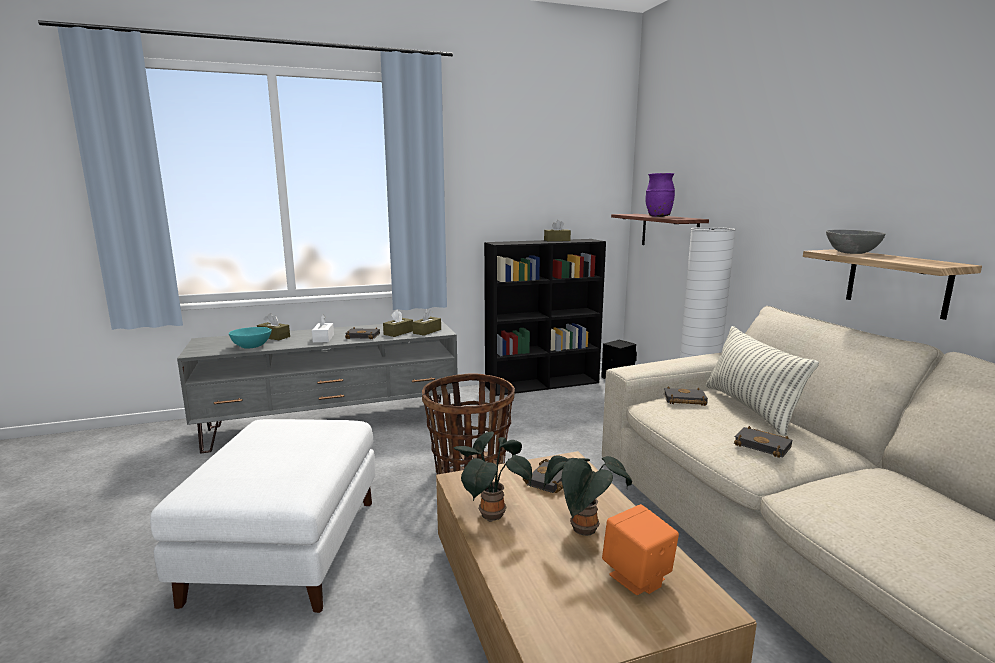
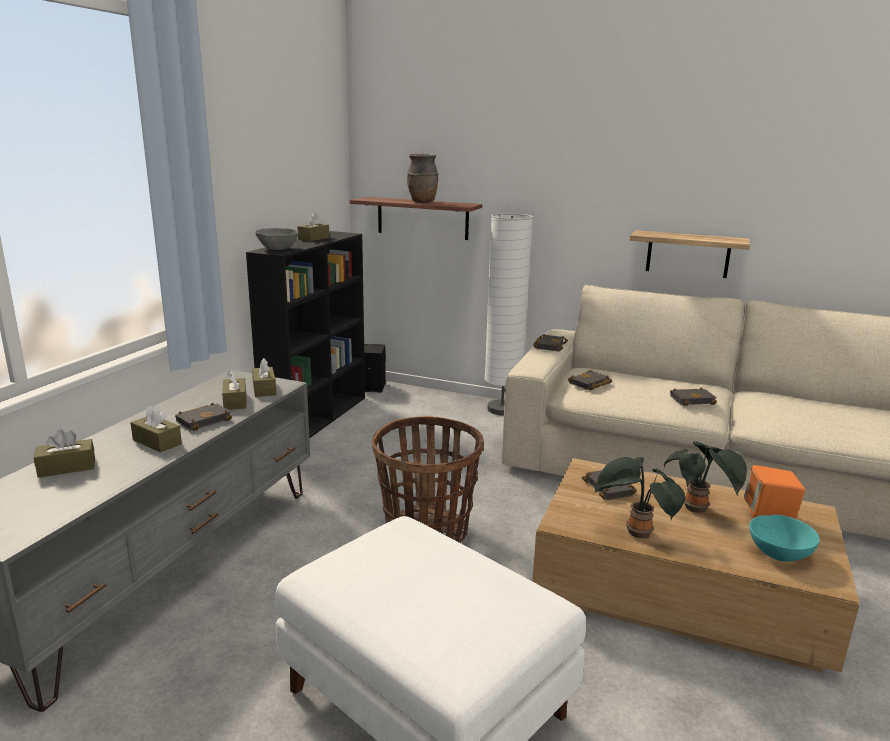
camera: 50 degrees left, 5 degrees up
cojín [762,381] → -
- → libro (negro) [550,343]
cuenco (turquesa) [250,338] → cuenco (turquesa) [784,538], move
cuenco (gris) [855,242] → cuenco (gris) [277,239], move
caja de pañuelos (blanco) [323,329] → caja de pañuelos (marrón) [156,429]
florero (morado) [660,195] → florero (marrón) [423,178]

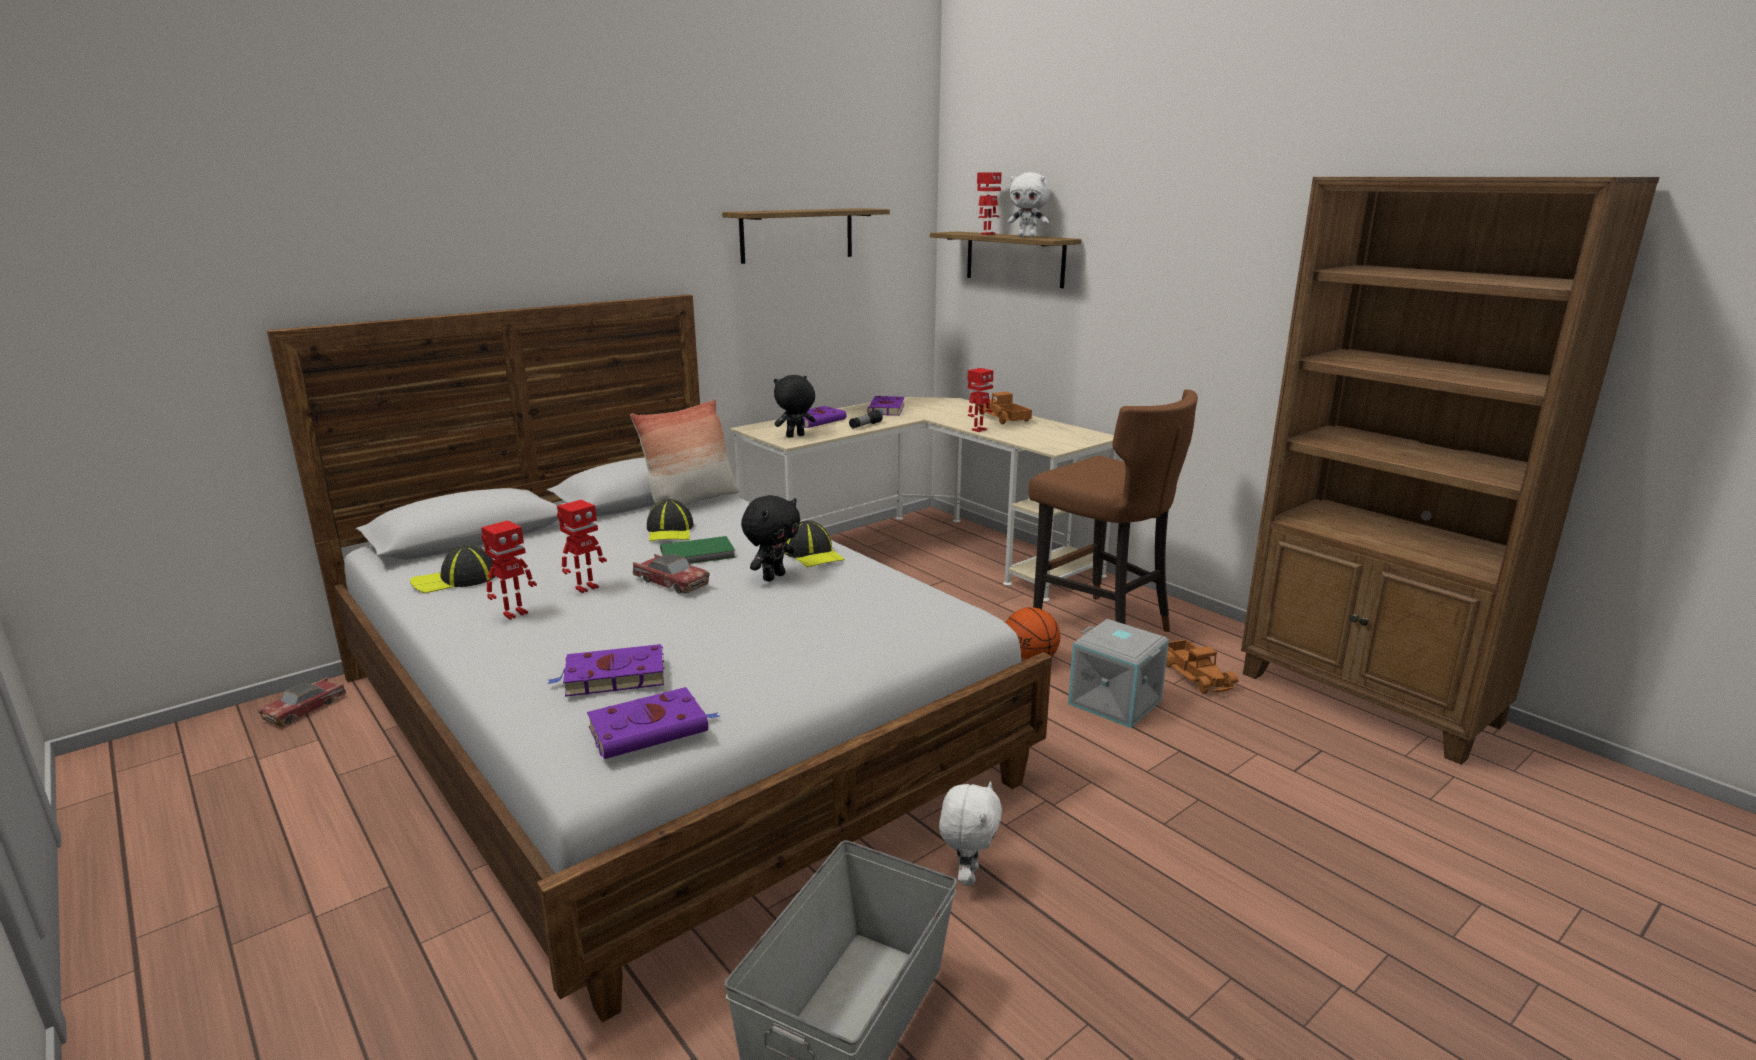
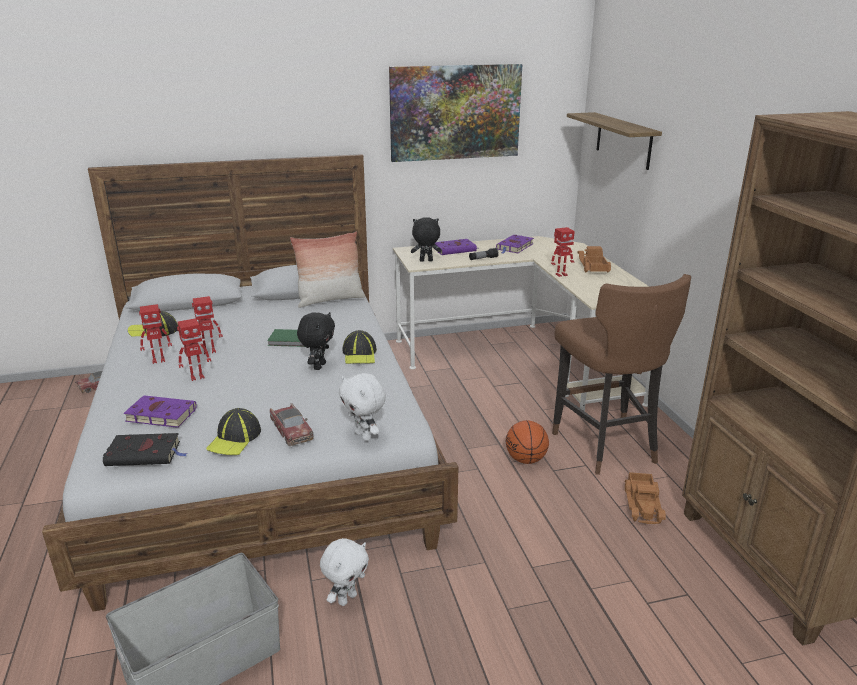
camera: 25 degrees right, 5 degrees up
caja de almacenaje (gris) [1118,673] → -
coche de juguete [671,574] → coche de juguete [291,424], move
gorra [670,520] → gorra [233,431], move
robot de juguete [989,203] → robot de juguete [194,349], move
peluche (blanco) [1028,204] → peluche (blanco) [362,407], move
estante [806,236] → cuadro [455,113]
libro (morado) [653,723] → libro (negro) [145,449]
peluche (negro) [770,538] → peluche (negro) [316,341], 45 degrees counterclockwise

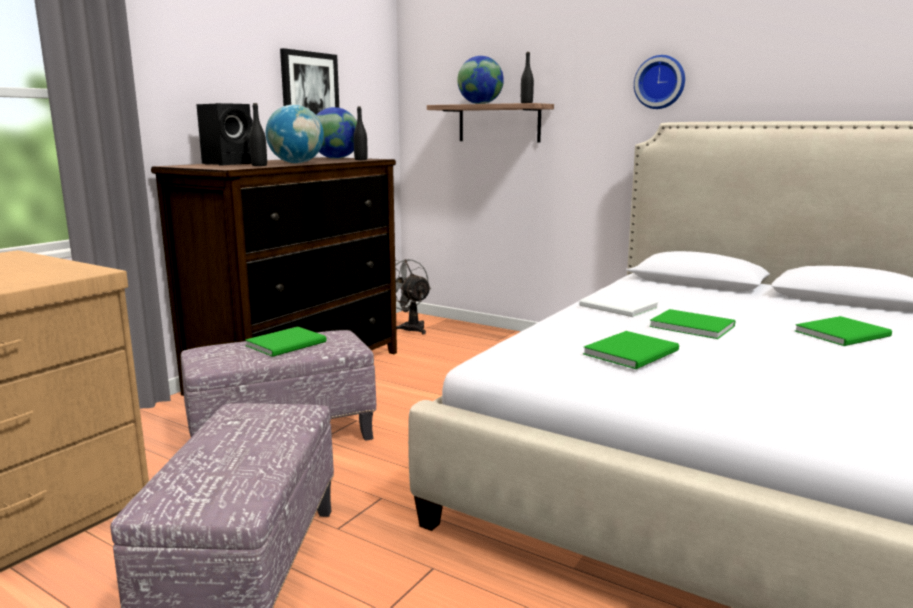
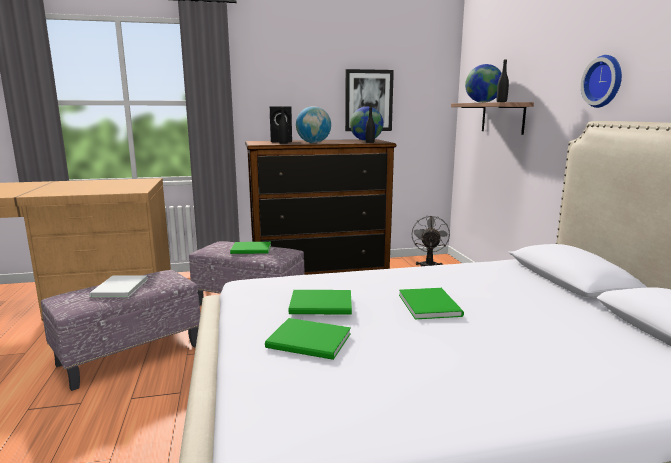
camera: 45 degrees right, 0 degrees up
libro (blanco) [619,304] → libro (blanco) [118,286], move
libro (verde) [843,331] → libro (verde) [308,339], move

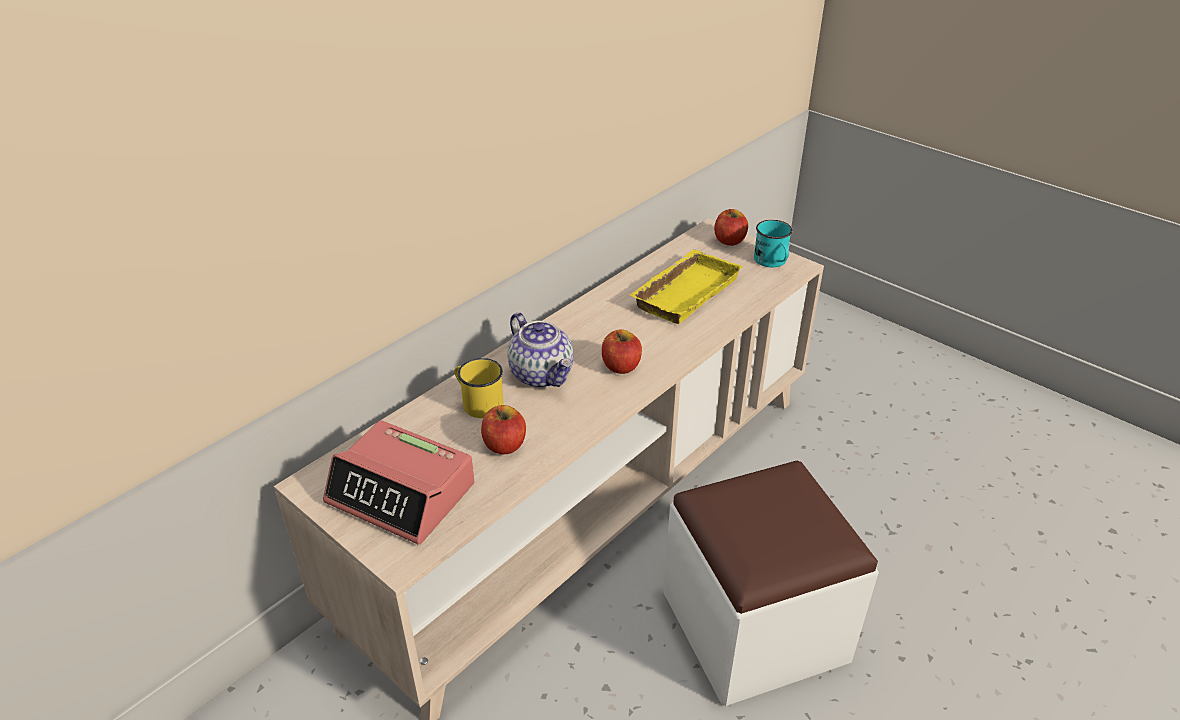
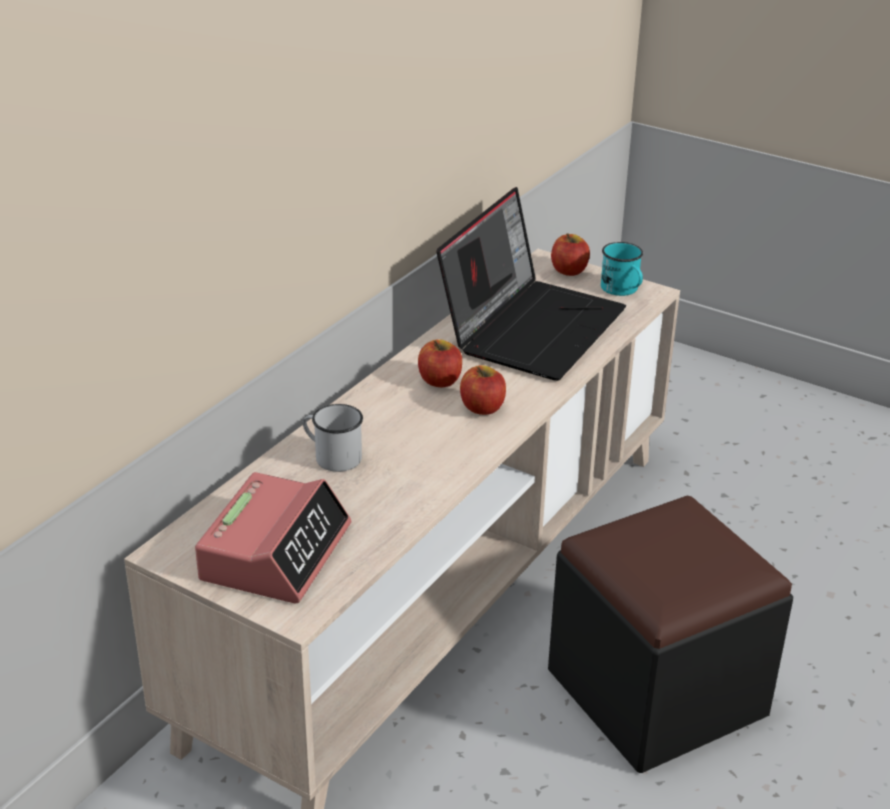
camera: 10 degrees left, 5 degrees down
tetera [540,350] → -
manzana [503,429] → manzana [440,363], move
bandeja (amarillo) [686,287] → portátil [531,284]
taza grande (amarillo) [479,388] → taza grande (blanco) [333,438]
puf (blanco) [771,583] → puf (negro) [670,634]
despertador [399,482] → despertador [273,537], 90 degrees counterclockwise

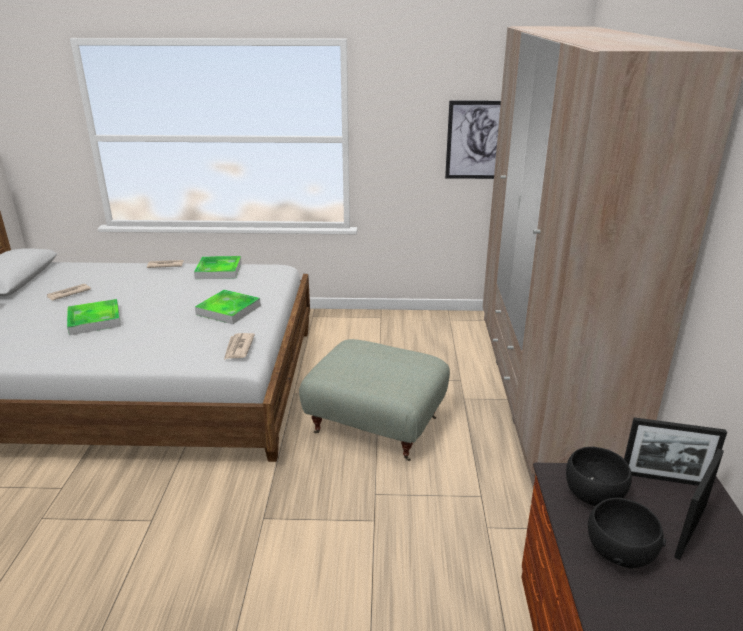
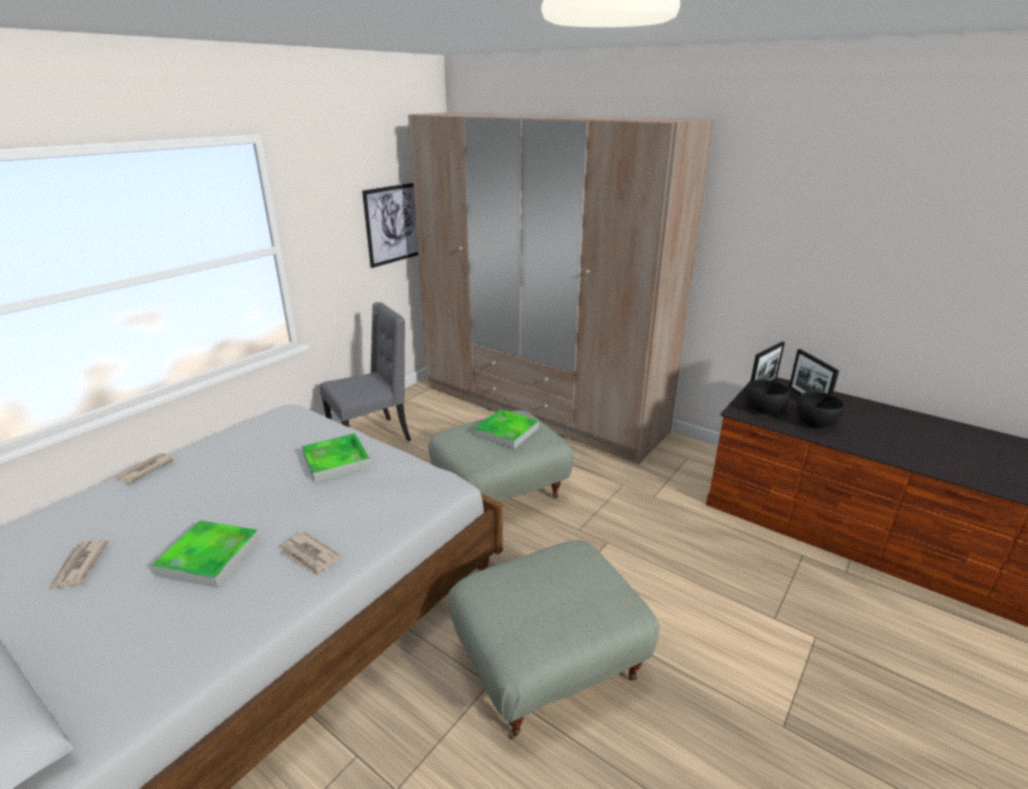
camera: 55 degrees left, 0 degrees up
- → silla (gris) [365,371]
- → puf (gris) [553,640]
bandeja [218,267] → bandeja [507,429], move
periódico [239,346] → periódico [309,554], move

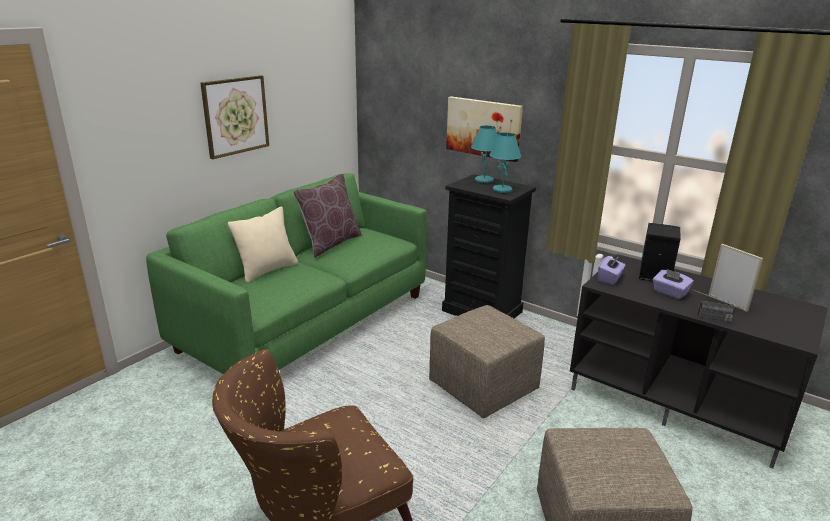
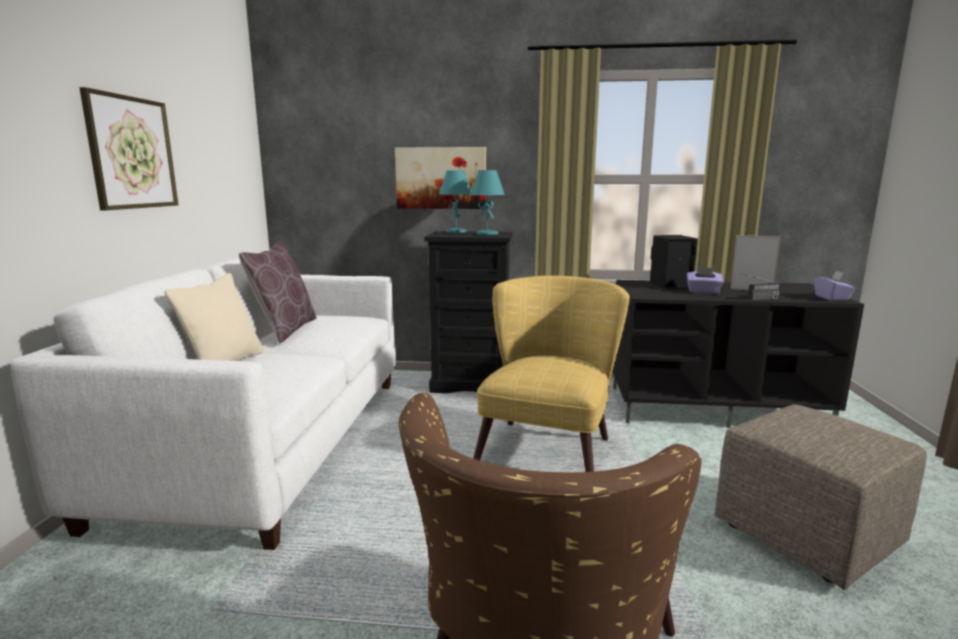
camera: 30 degrees left, 10 degrees down
caja de pañuelos (morado) [611,270] → caja de pañuelos (morado) [834,286], move
puf (beis) [487,361] → sillón (amarillo) [551,374]
sofá (verde) [286,273] → sofá (blanco) [203,400]

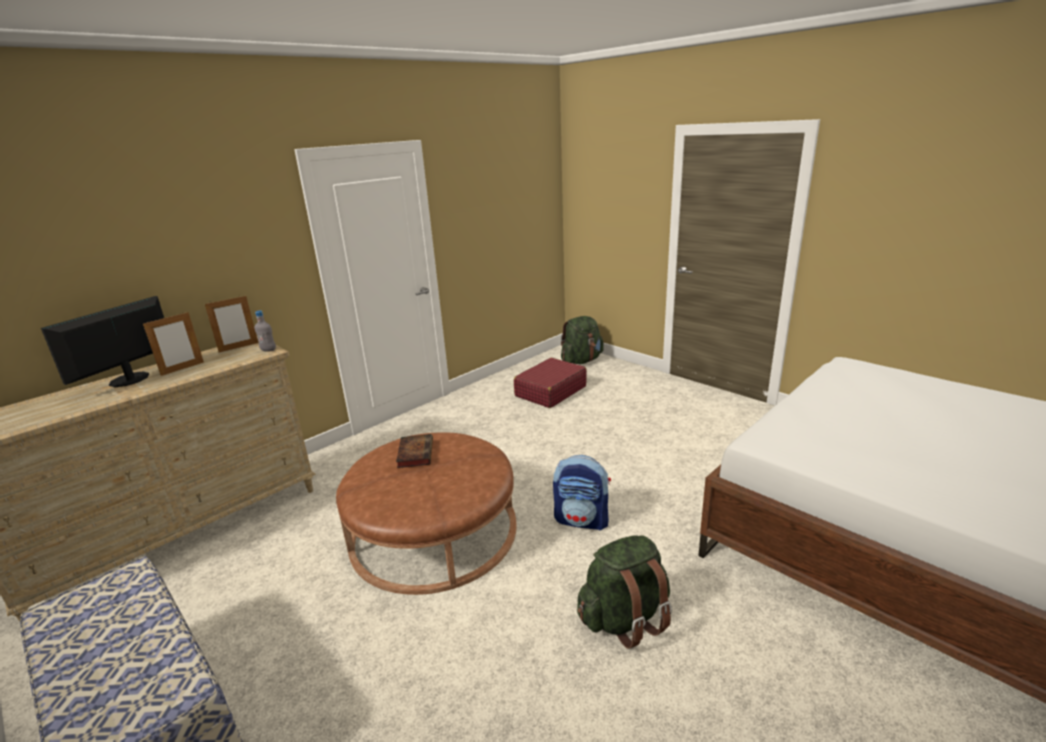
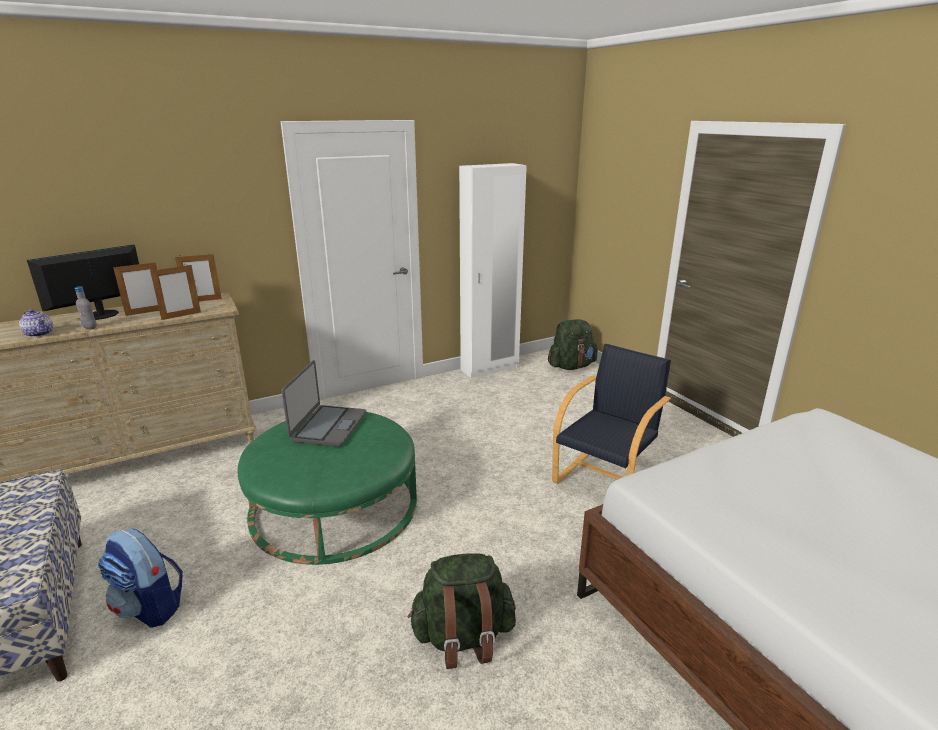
camera: 15 degrees right, 0 degrees up
maleta (rojo) [550,383] → -
- → tetera [36,323]
- → portarretratos [175,292]
- → armario ropero (blanco) [493,270]
- → sillón (negro) [611,414]
botella (gris) [265,331] → botella (gris) [86,307], move
mochila [582,493] → mochila [140,578], move
libro [414,451] → portátil [323,403]
puf (marrón) [426,514] → puf (verde) [327,488]

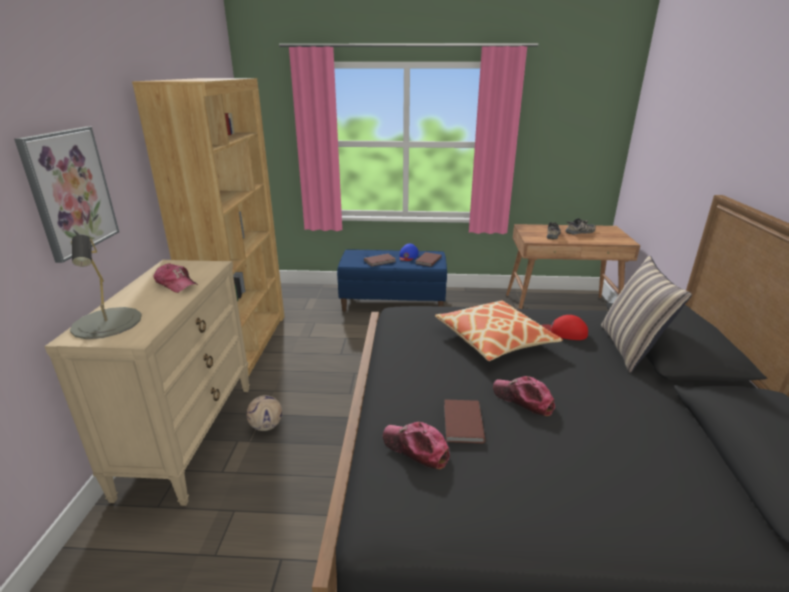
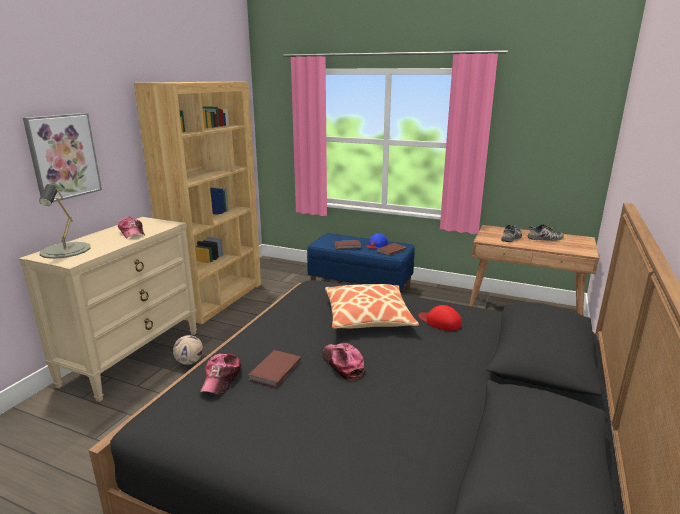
camera: 20 degrees right, 5 degrees down
cojín [646,314] → -
gorra [416,445] → gorra [220,374], 135 degrees counterclockwise

